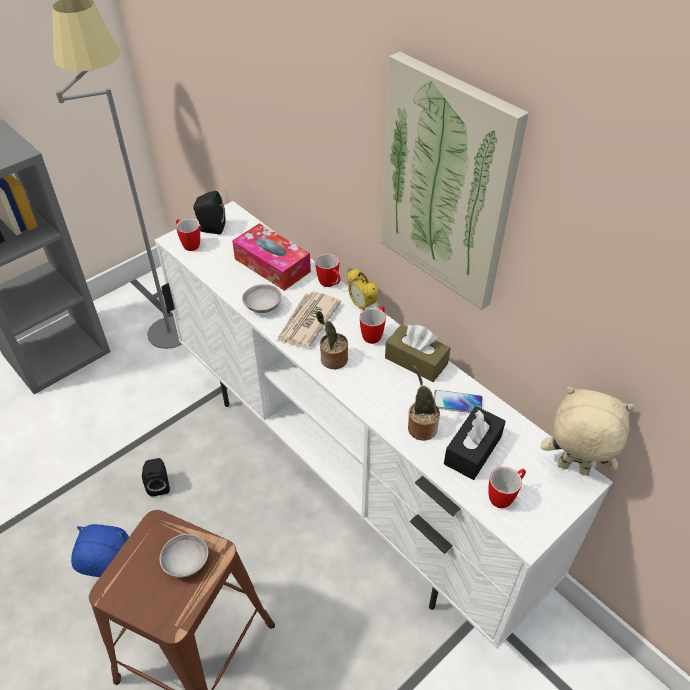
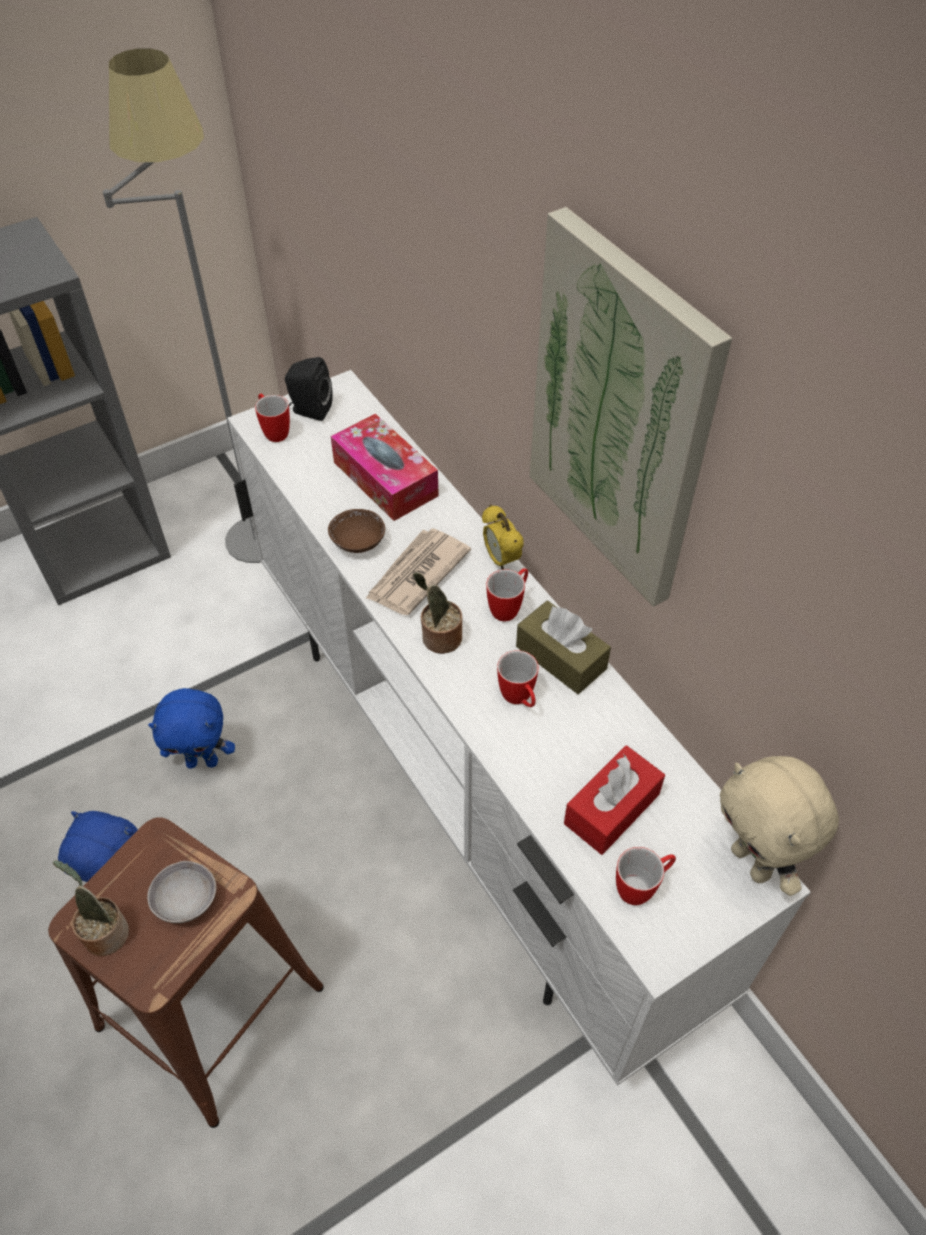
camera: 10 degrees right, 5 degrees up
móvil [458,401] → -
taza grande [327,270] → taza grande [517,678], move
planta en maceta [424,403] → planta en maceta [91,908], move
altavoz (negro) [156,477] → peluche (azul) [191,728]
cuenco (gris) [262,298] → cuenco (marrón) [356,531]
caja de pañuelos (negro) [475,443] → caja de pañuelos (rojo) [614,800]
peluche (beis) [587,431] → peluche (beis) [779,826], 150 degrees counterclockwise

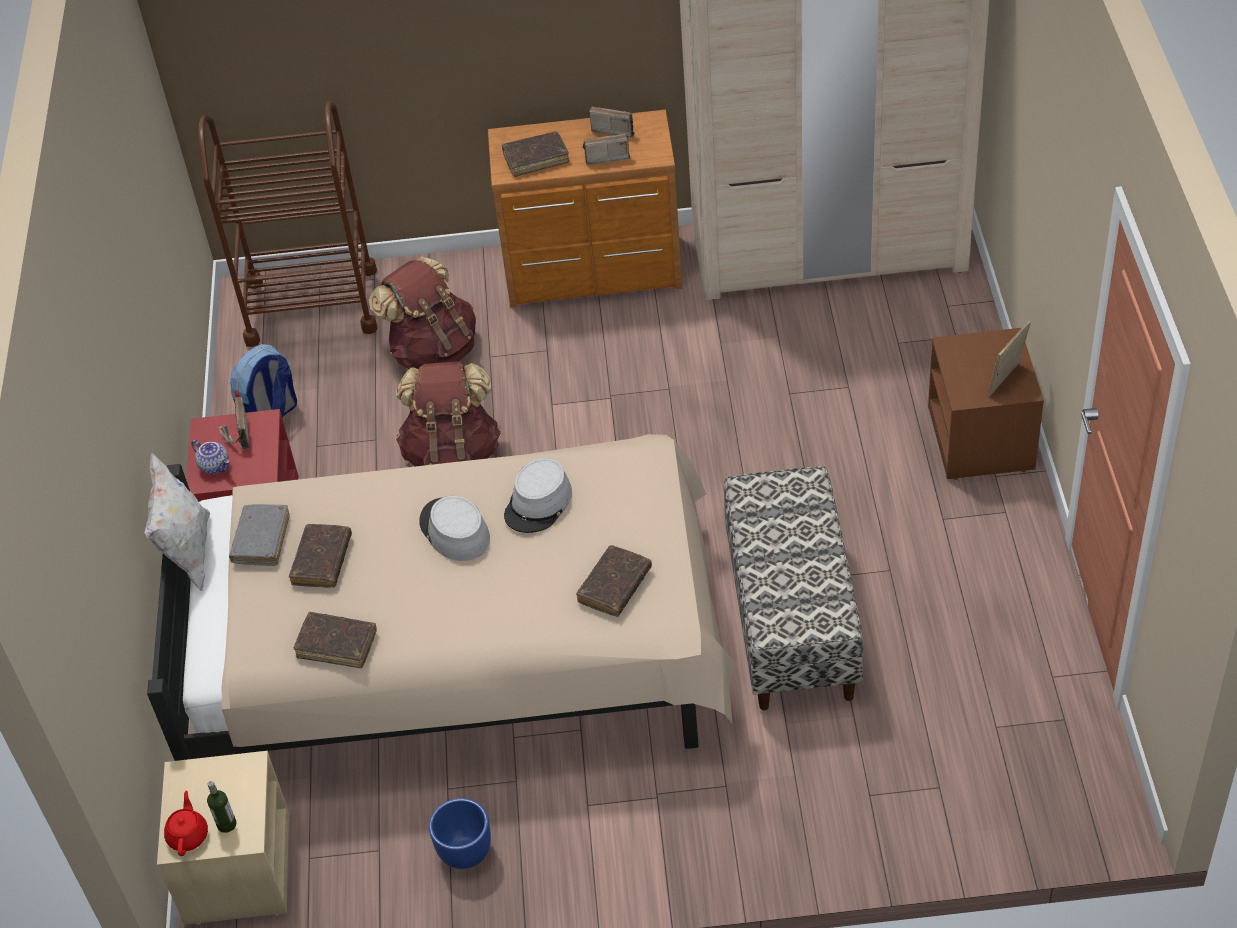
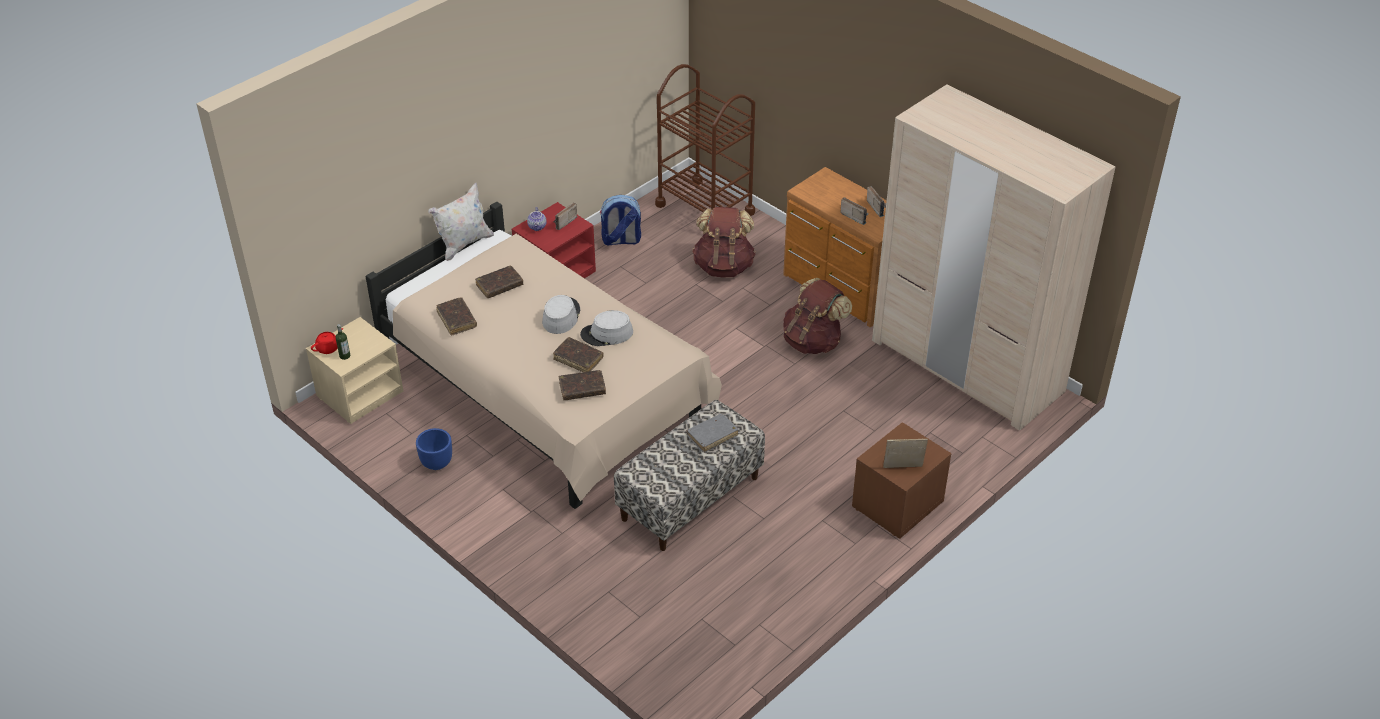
camera: 45 degrees right, 5 degrees down
libro (gris) [259,535] → libro (gris) [712,433], move
mochila (marrón) [448,413] → mochila (marrón) [817,316], move
libro (marrón) [535,154] → libro (marrón) [578,354], move

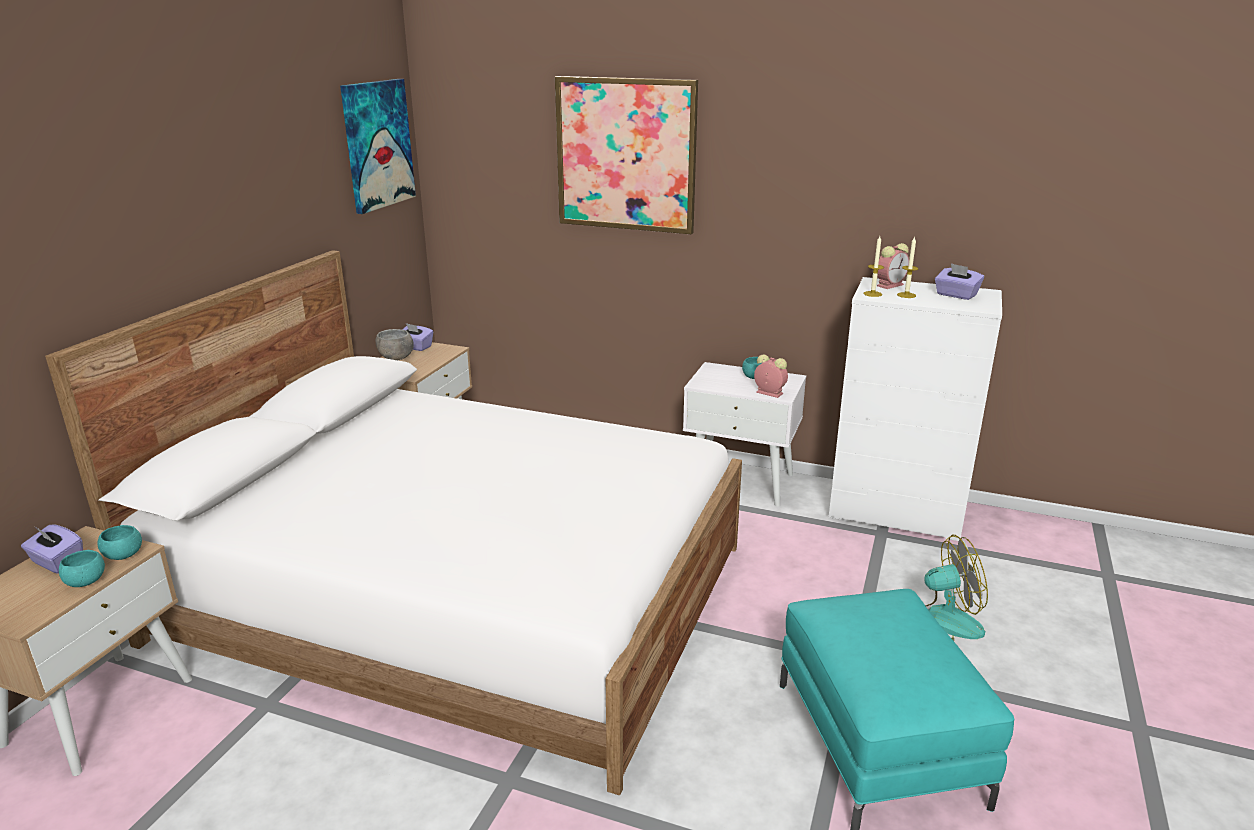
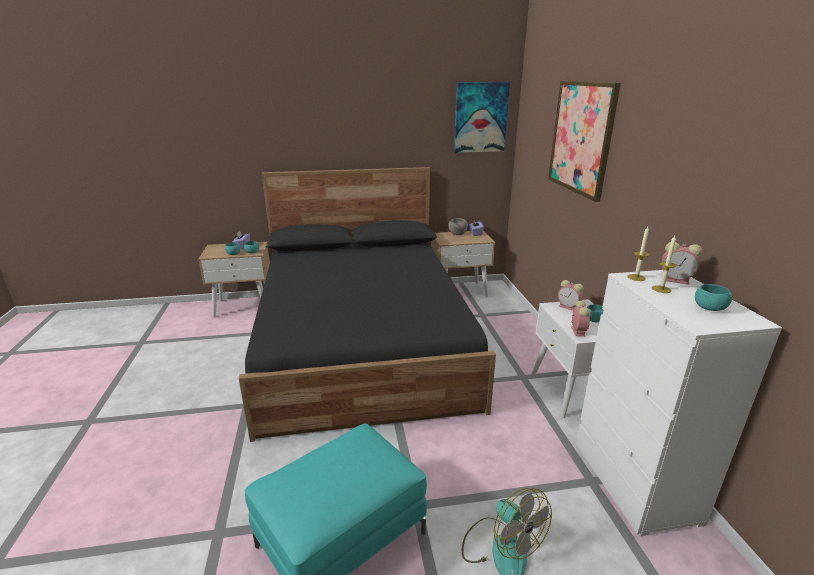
camera: 60 degrees right, 0 degrees up
- → despertador [571,295]
caja de pañuelos (morado) [959,281] → cuenco (turquesa) [713,297]
cama (blanco) [393,522] → cama (negro) [367,304]

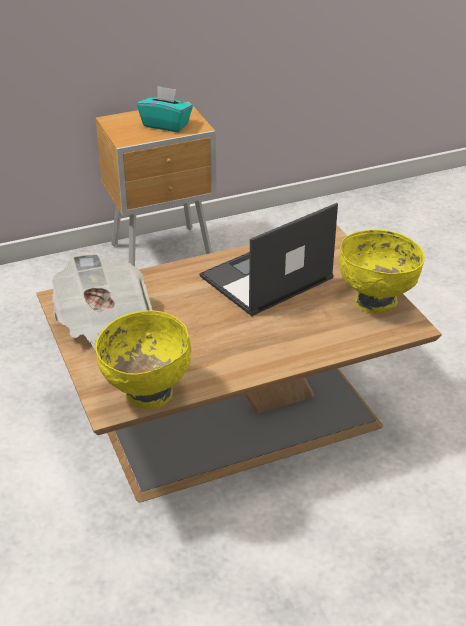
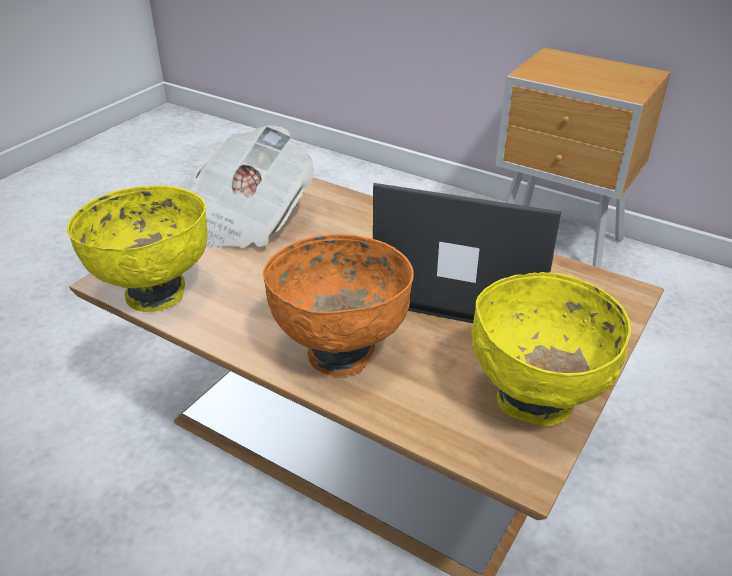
camera: 55 degrees right, 0 degrees up
caja de pañuelos (turquesa) [165,109] → -
- → cuenco (naranja) [338,305]

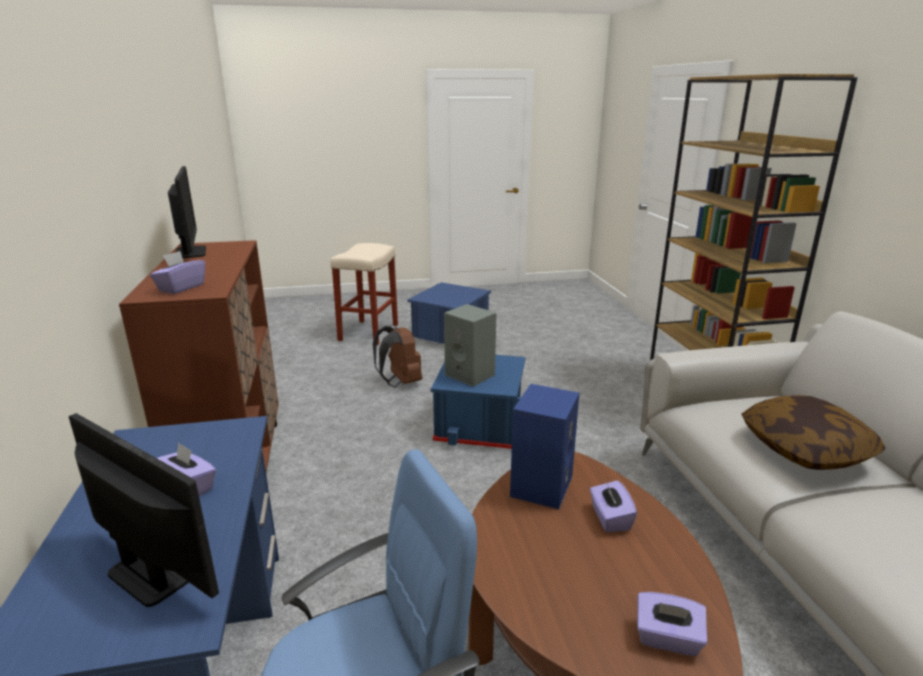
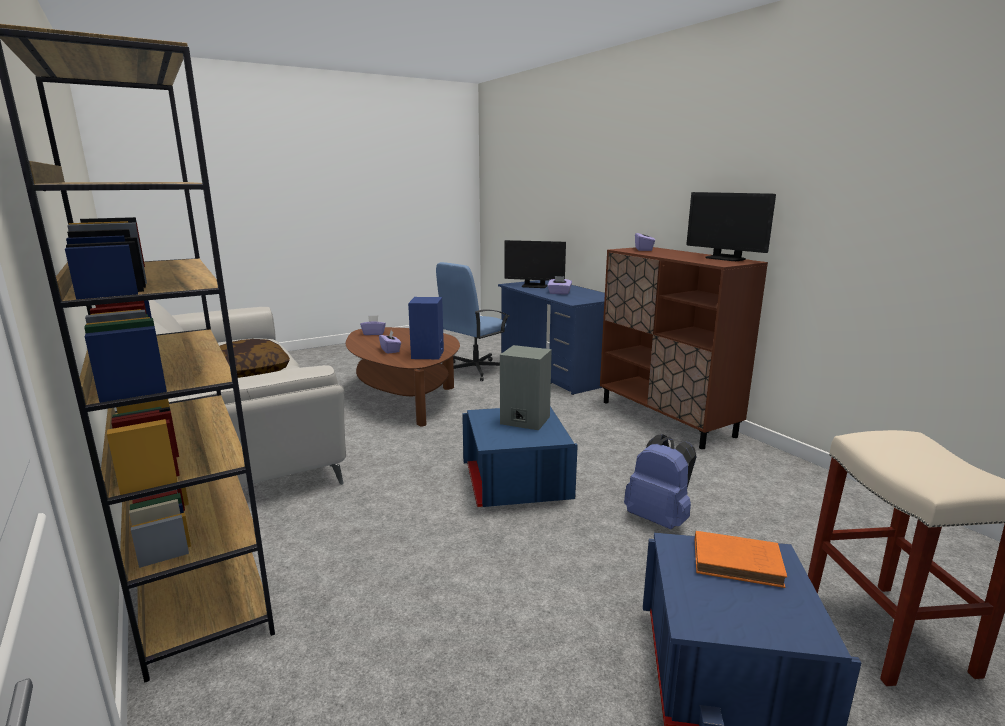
camera: 160 degrees right, 5 degrees down
- → libro (naranja) [741,559]
mochila (marrón) [397,356] → mochila (azul) [660,481]

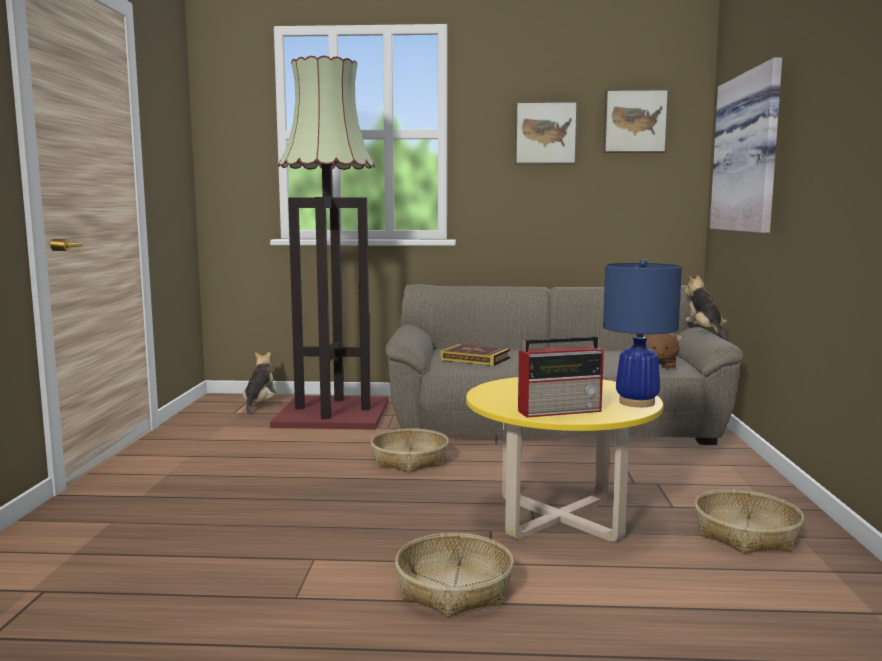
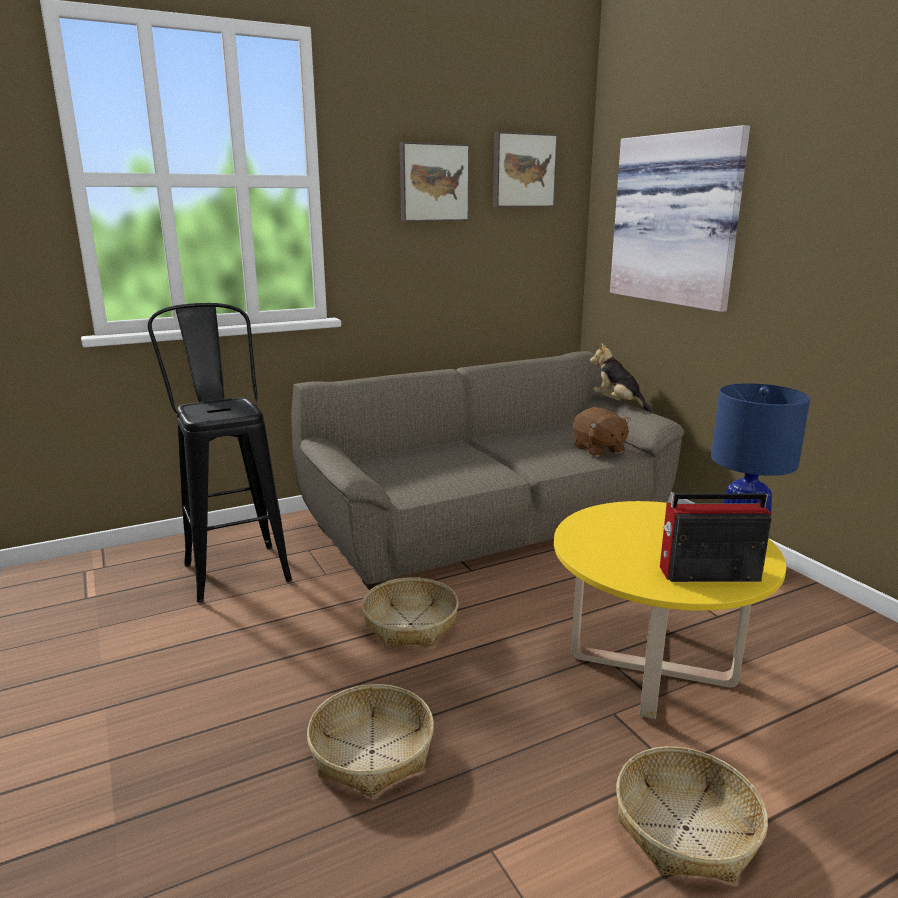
camera: 30 degrees left, 10 degrees up
peluche [261,383] → -
libro [475,355] → -
cesta [749,521] → cesta [370,740], move
lámpara de pie [329,243] → taburete (negro) [220,453]
radio [561,376] → radio [716,537], 135 degrees counterclockwise

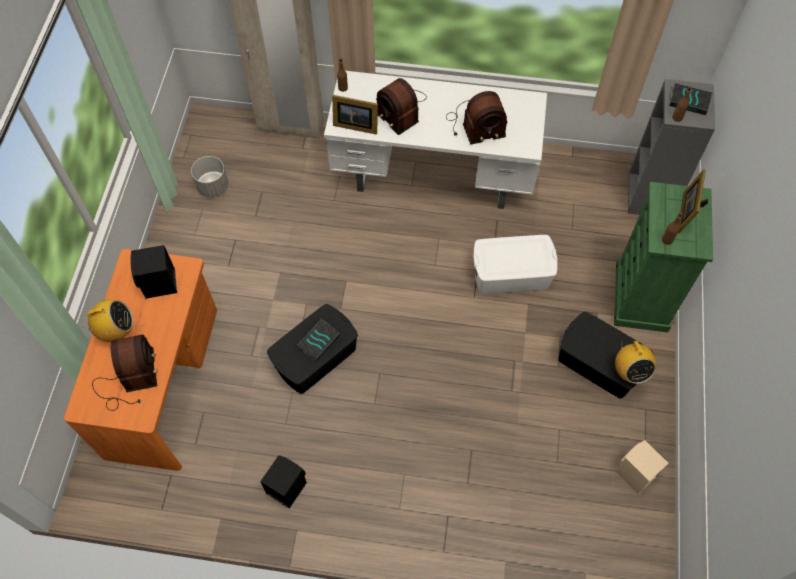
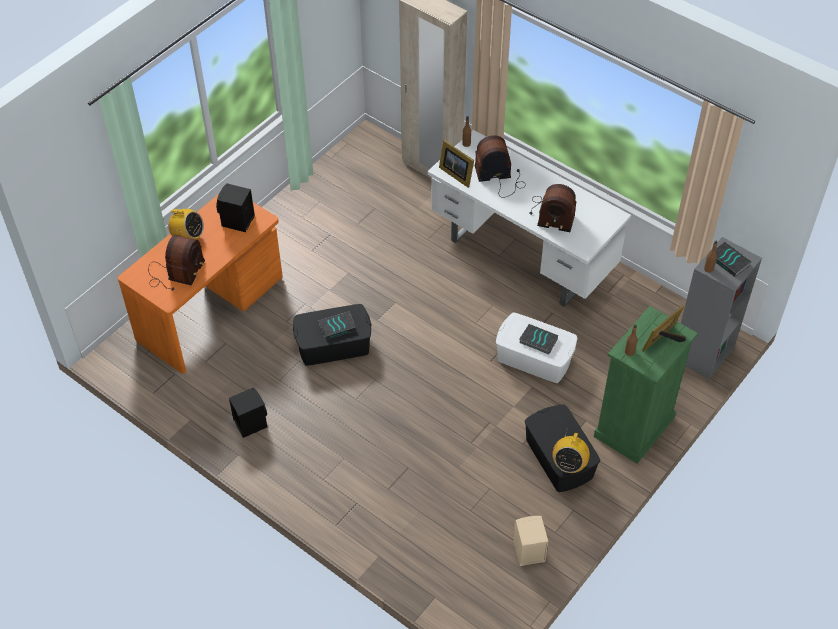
camera: 30 degrees right, 10 degrees down
maceta (gris) [209,177] → -
- → libro [538,339]
radio [401,106] → radio [500,166], 90 degrees clockwise

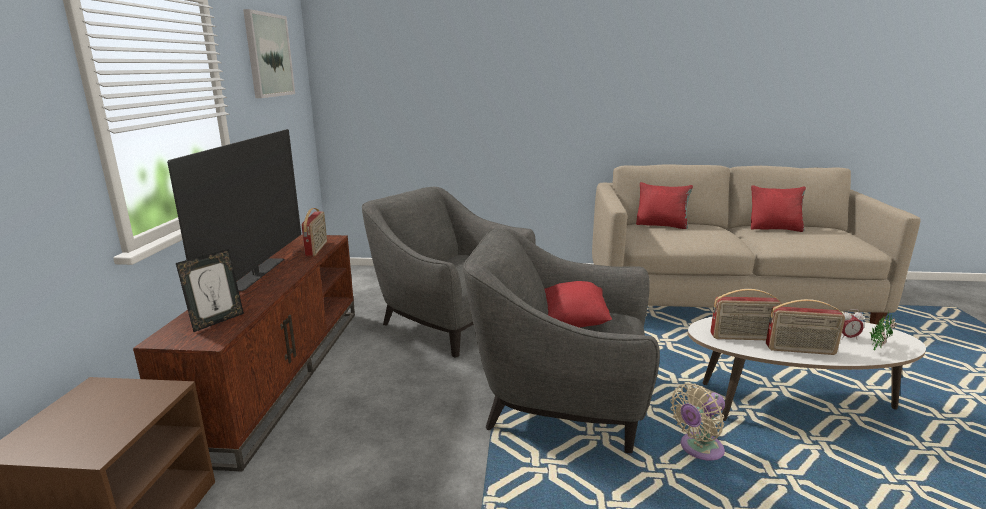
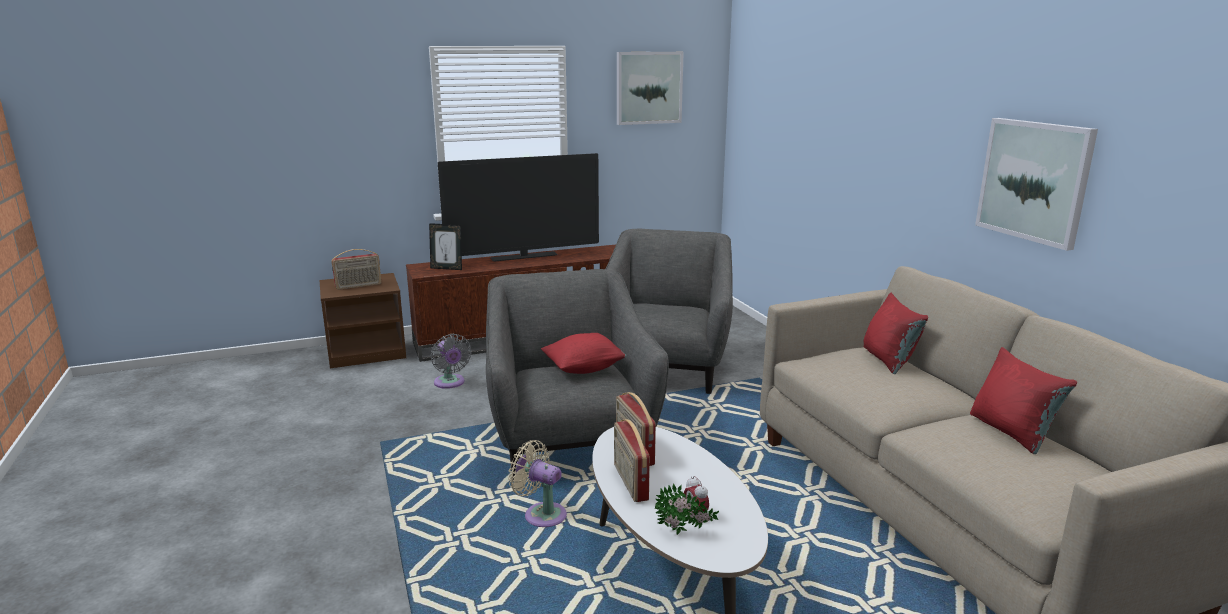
camera: 65 degrees right, 0 degrees up
- → ventilador (gris) [451,361]
- → cuadro [1036,184]
radio [314,232] → radio [356,269], move

